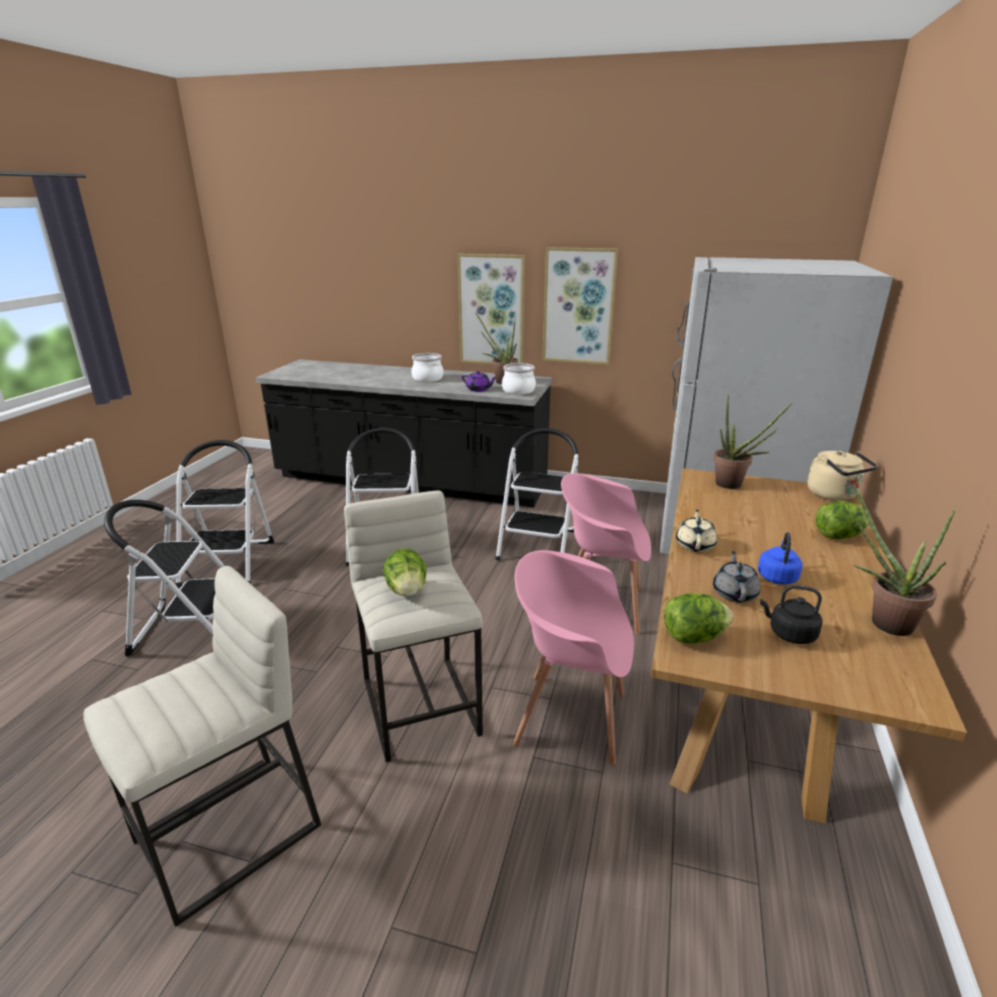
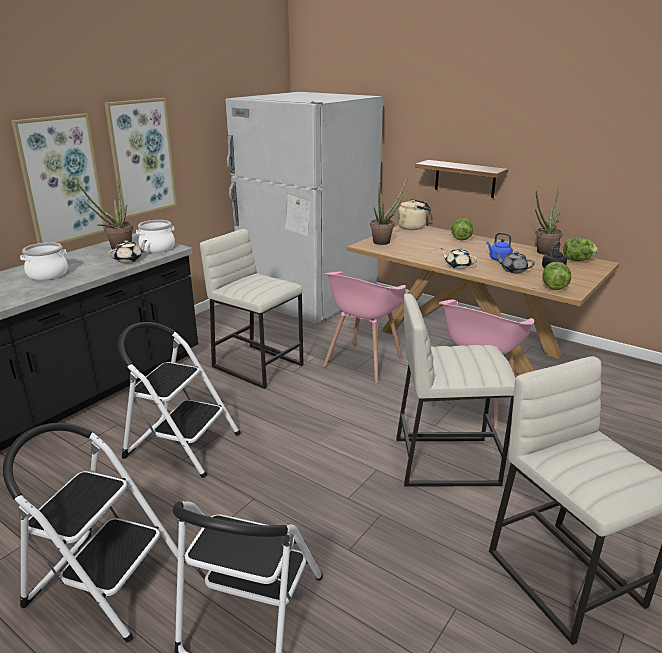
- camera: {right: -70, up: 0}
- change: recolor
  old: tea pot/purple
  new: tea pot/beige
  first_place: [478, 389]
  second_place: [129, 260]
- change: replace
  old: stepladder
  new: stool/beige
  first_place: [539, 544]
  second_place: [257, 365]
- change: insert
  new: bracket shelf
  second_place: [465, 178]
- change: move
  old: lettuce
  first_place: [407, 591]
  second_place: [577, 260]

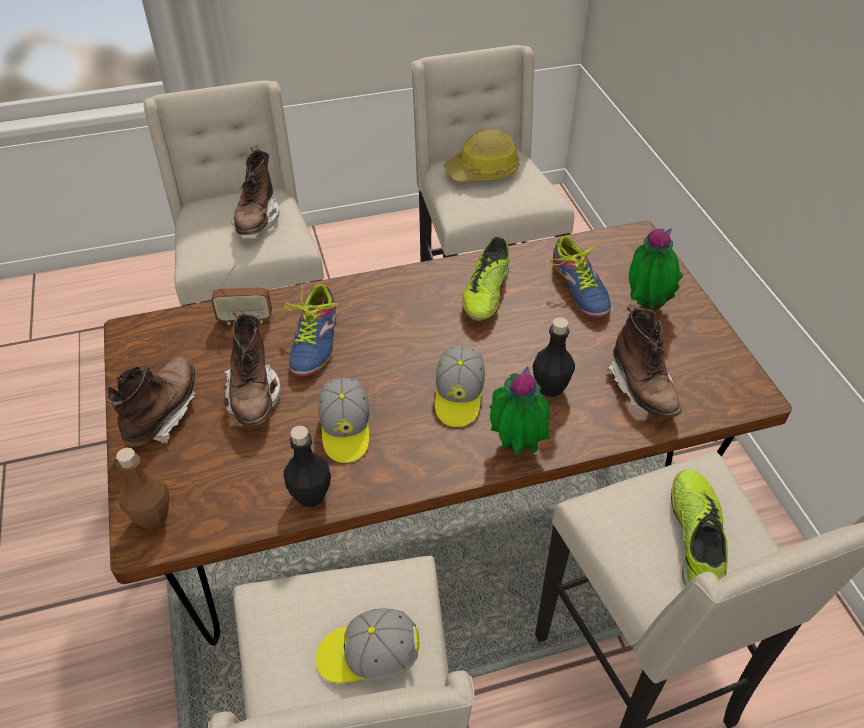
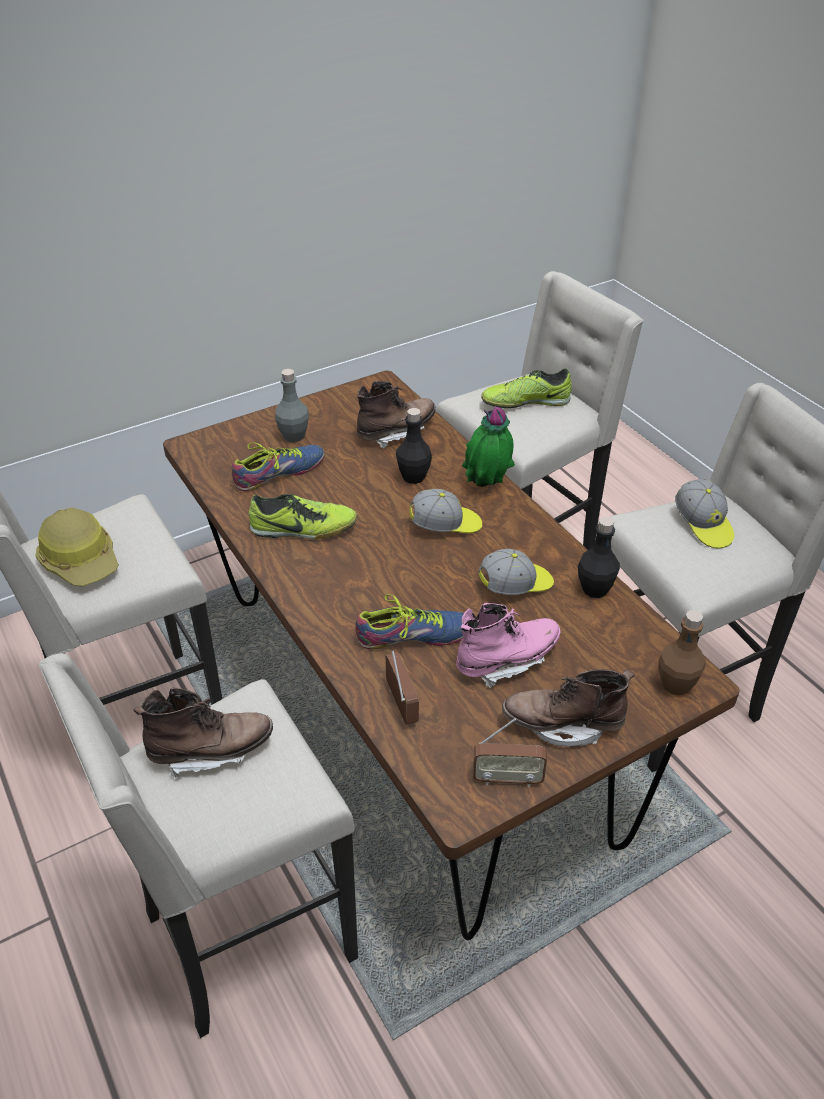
- camera: {right: -105, up: -5}
- change: replace
  old: potted plant
  new: drink bottle/grey
  first_place: [645, 306]
  second_place: [293, 436]
- change: recolor
  old: high-top boot/brown
  new: high-top boot/pinkish
  first_place: [253, 396]
  second_place: [507, 660]
- change: insert
  new: radio receiver
  second_place: [507, 779]

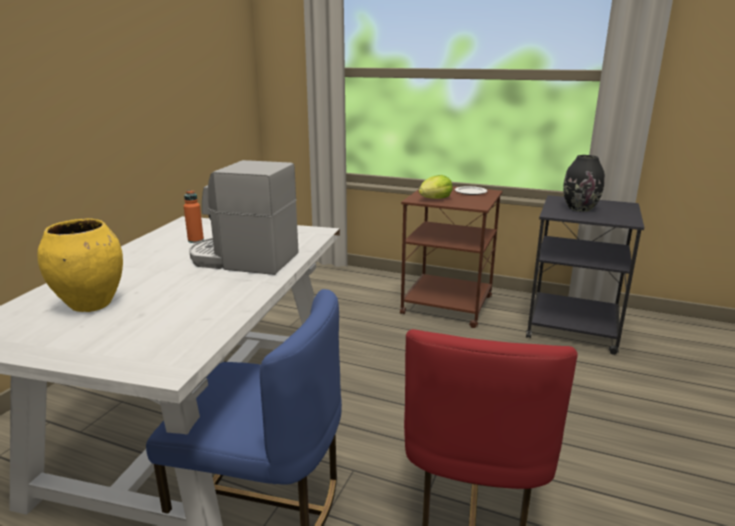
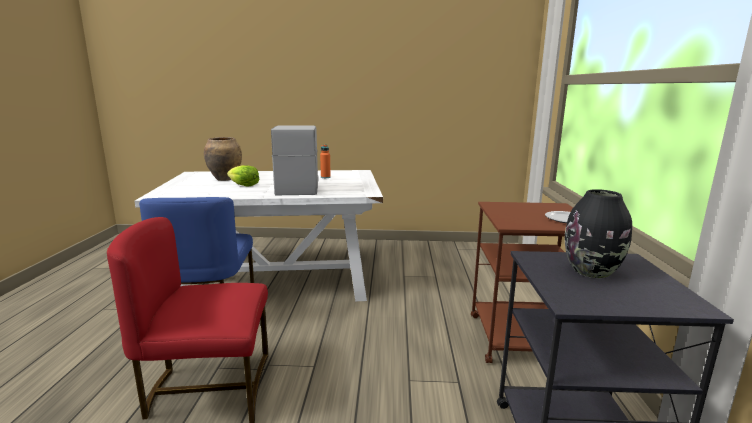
- camera: {right: 70, up: -5}
- change: recolor
  old: vase/yellow-coloured
  new: vase/brown
  first_place: [92, 304]
  second_place: [225, 179]
- change: move
  old: lettuce
  first_place: [435, 199]
  second_place: [244, 185]

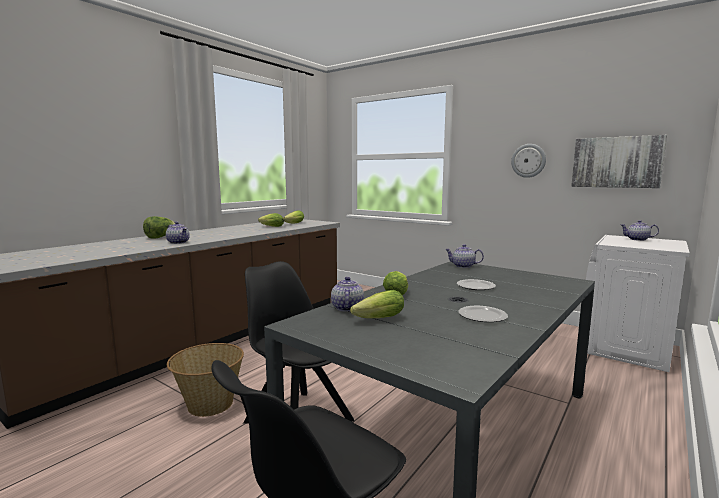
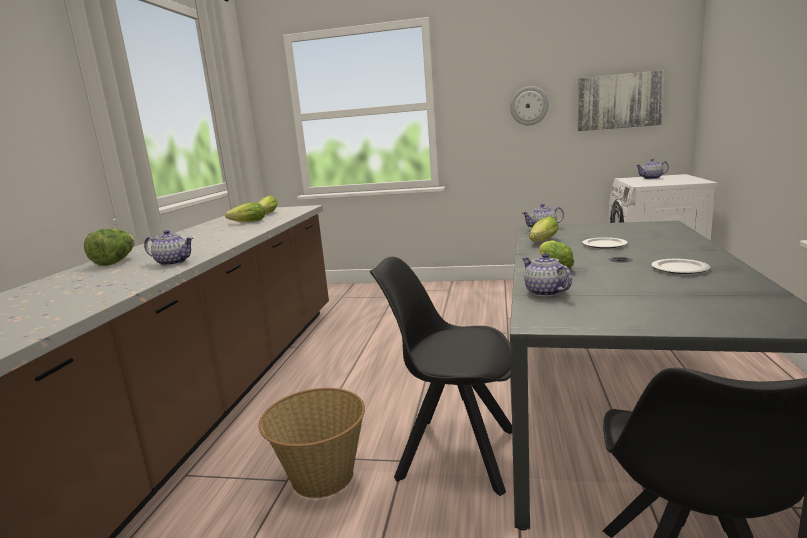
- camera: {right: -25, up: 5}
- change: move
  old: lettuce
  first_place: [376, 319]
  second_place: [541, 242]

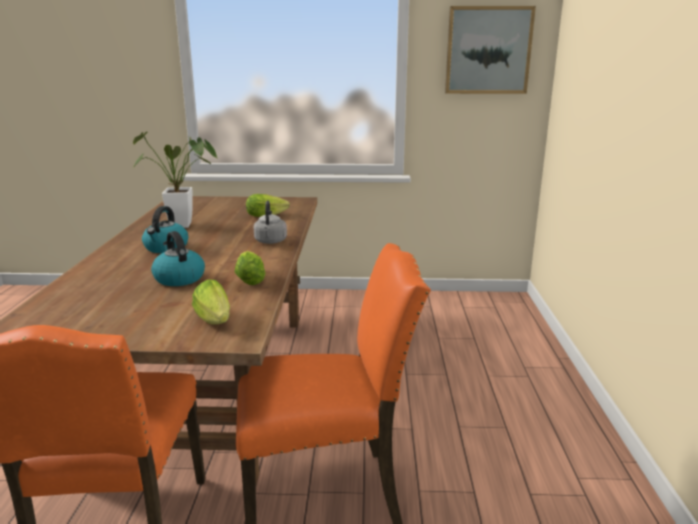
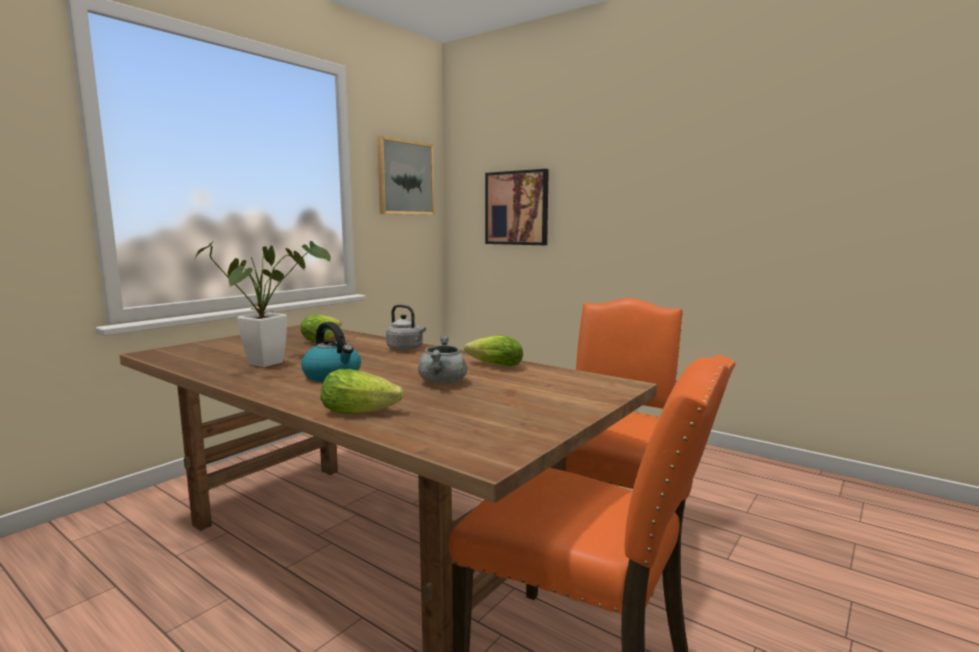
- camera: {right: -55, up: -10}
- change: move
  old: lettuce
  first_place: [215, 320]
  second_place: [363, 411]
- change: replace
  old: tea kettle
  new: cooking pot/grey
  first_place: [178, 278]
  second_place: [443, 382]
- change: insert
  new: wall picture
  second_place: [517, 208]

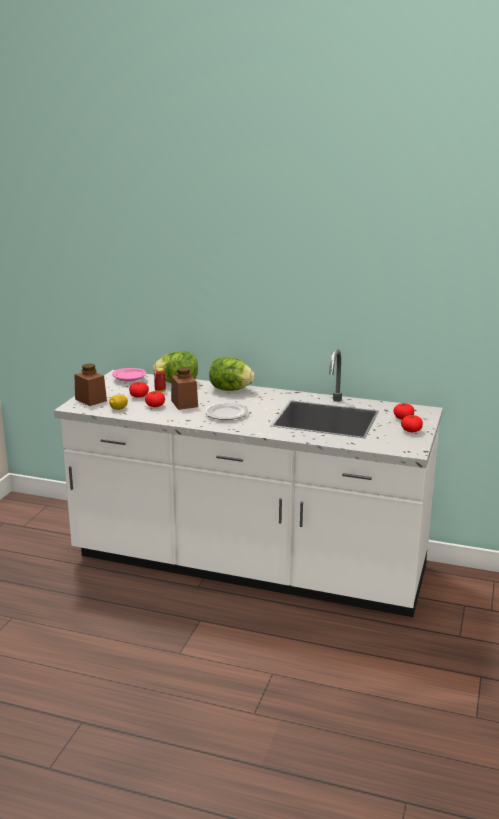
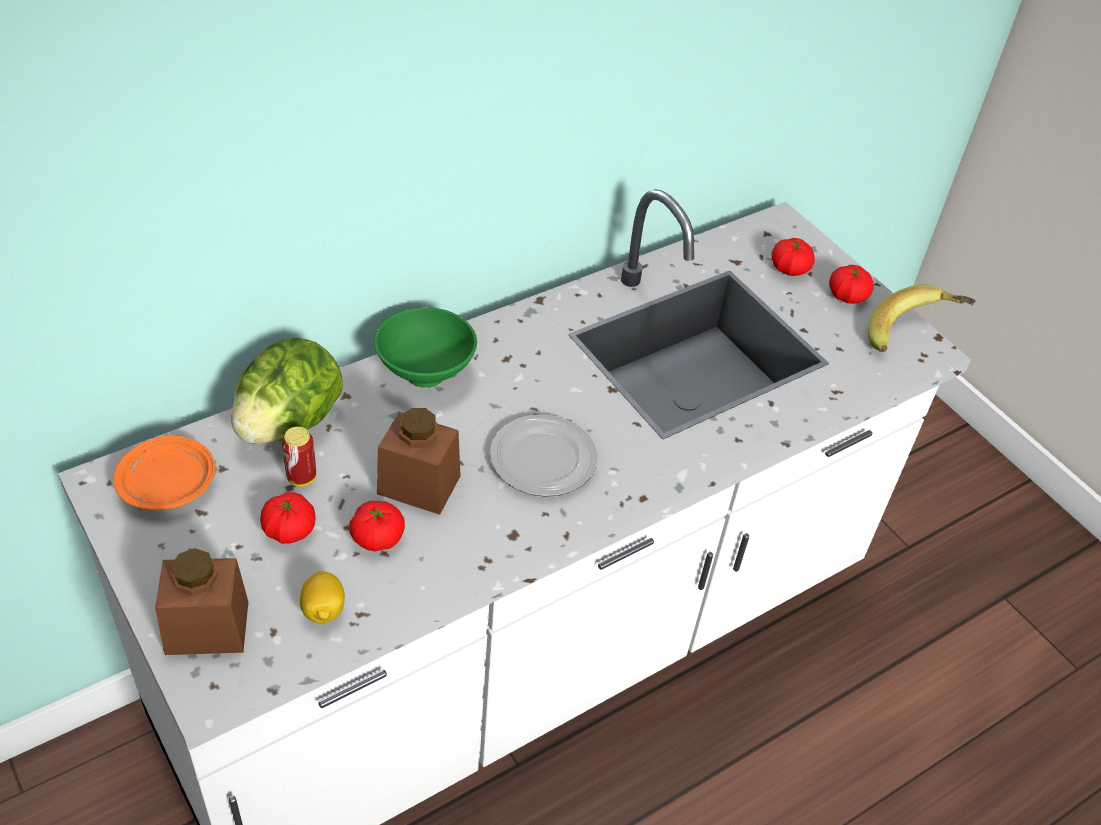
- camera: {right: -55, up: 25}
- change: recolor
  old: plate/pinkish
  new: plate/orangey
  first_place: [130, 380]
  second_place: [169, 484]
- change: replace
  old: lettuce
  new: serving bowl/greenish
  first_place: [230, 389]
  second_place: [423, 373]
- change: insert
  new: banana fruit
  second_place: [912, 336]

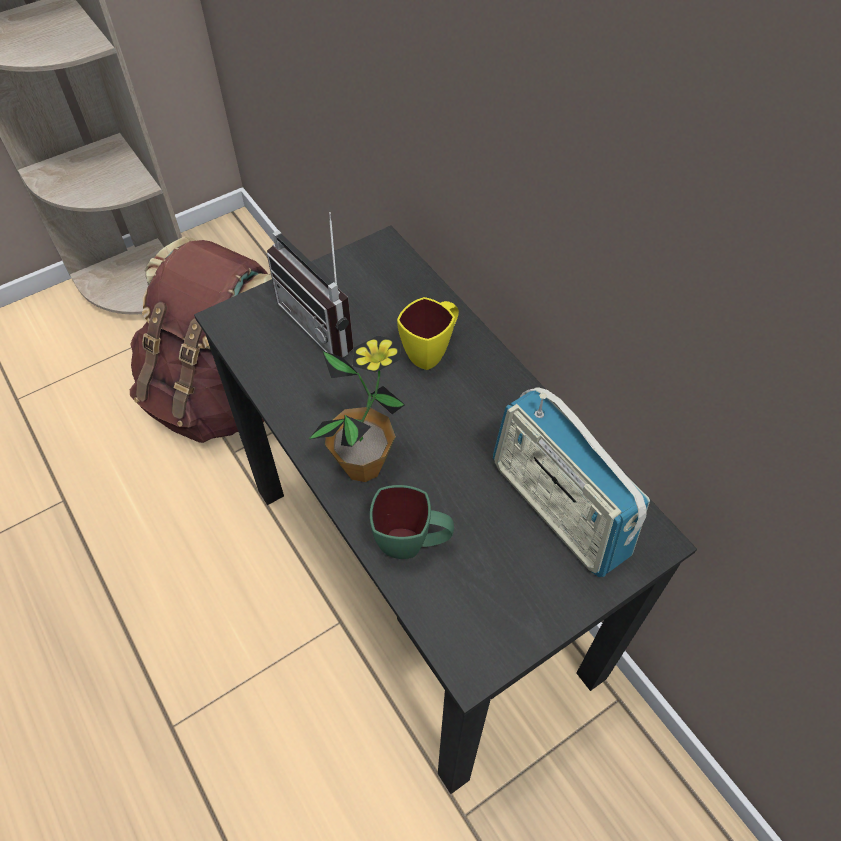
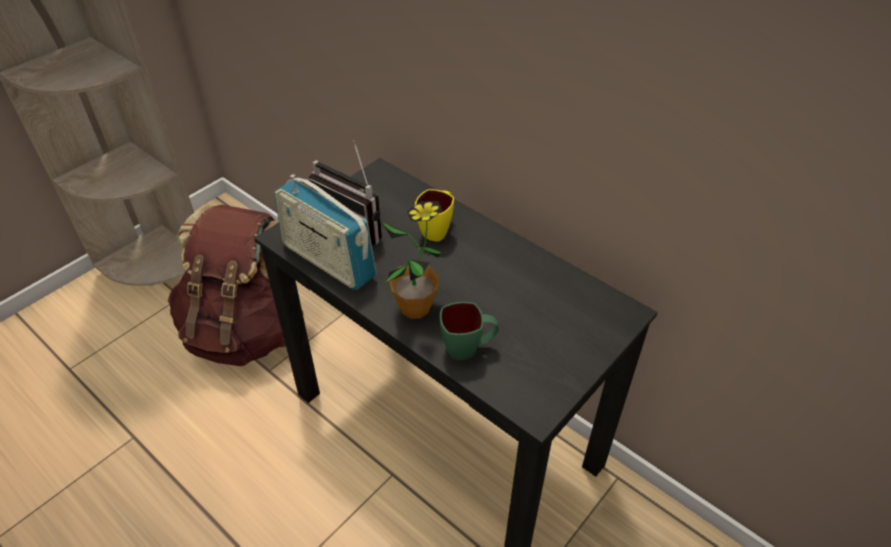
- camera: {right: -15, up: -10}
- change: move
  old: radio receiver
  first_place: [557, 509]
  second_place: [328, 261]

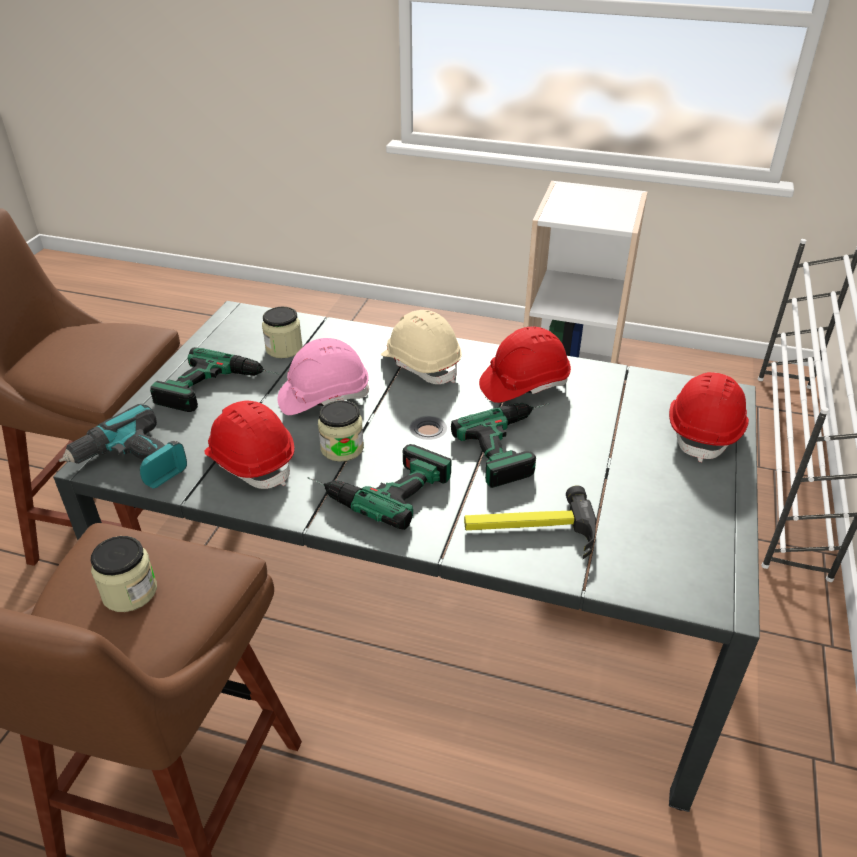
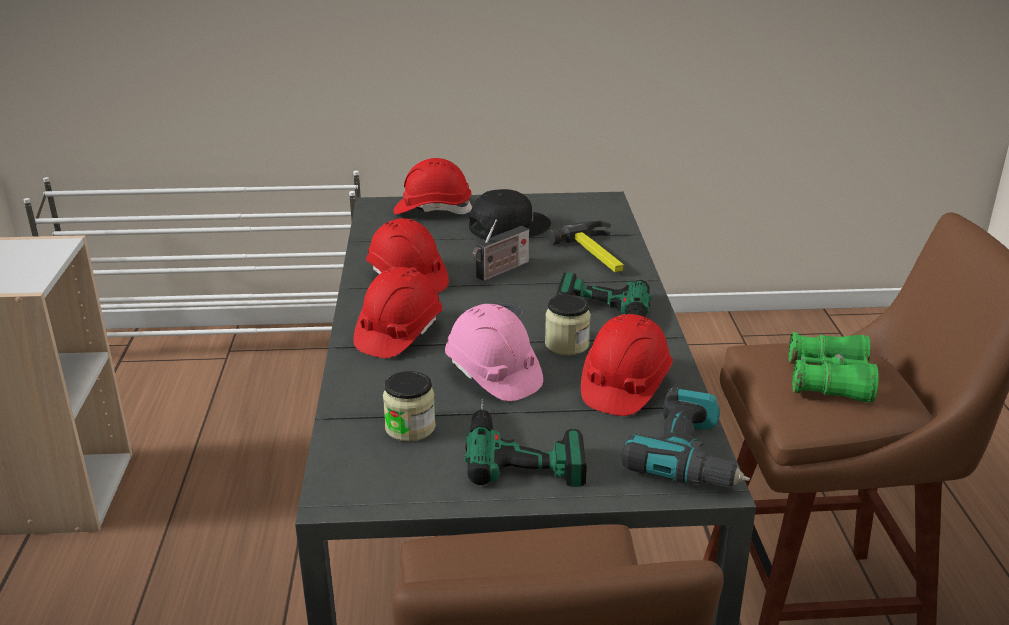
- camera: {right: -110, up: -10}
- change: recolor
  old: work helmet/beige
  new: work helmet/red-coloured
  first_place: [421, 364]
  second_place: [398, 333]
- change: insert
  new: cap/blackish
  second_place: [508, 226]
- change: replace
  old: electric drill
  new: radio receiver
  first_place: [517, 445]
  second_place: [501, 271]
- change: replace
  old: preserve jar
  new: field glasses/greenish
  first_place: [130, 592]
  second_place: [829, 381]

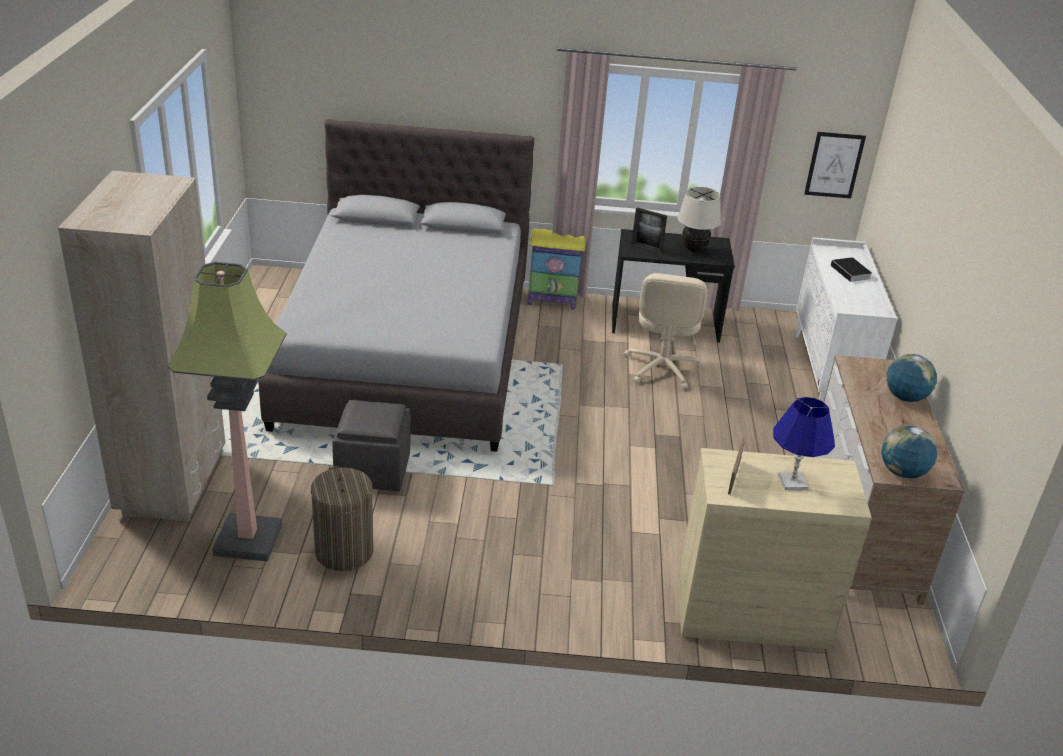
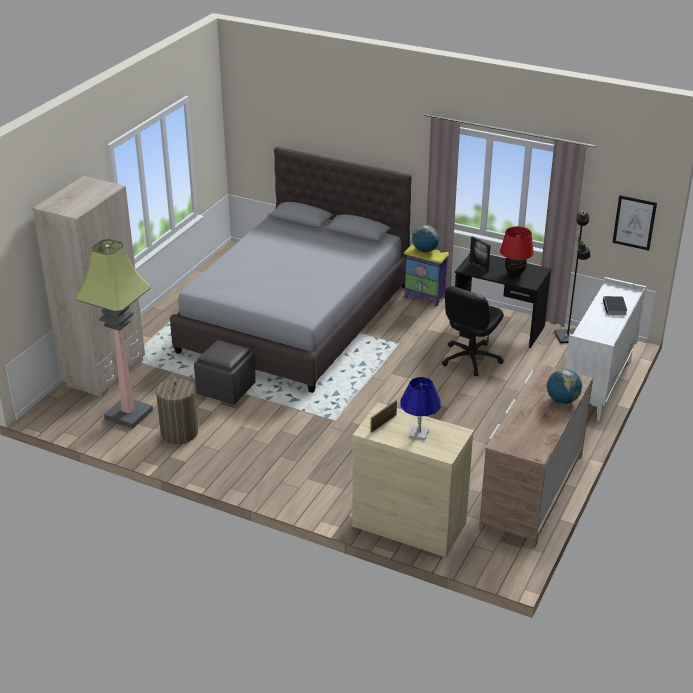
- camera: {right: 25, up: 0}
- change: move
  old: desk globe
  first_place: [902, 472]
  second_place: [424, 250]
- change: recolor
  old: computer chair/beige
  new: computer chair/blackish
  first_place: [662, 368]
  second_place: [470, 359]
- change: recolor
  old: tabletop lamp/beige
  new: tabletop lamp/red-coloured
  first_place: [694, 250]
  second_place: [514, 274]
- change: insert
  new: standard lamp/blackish
  second_place: [567, 336]

